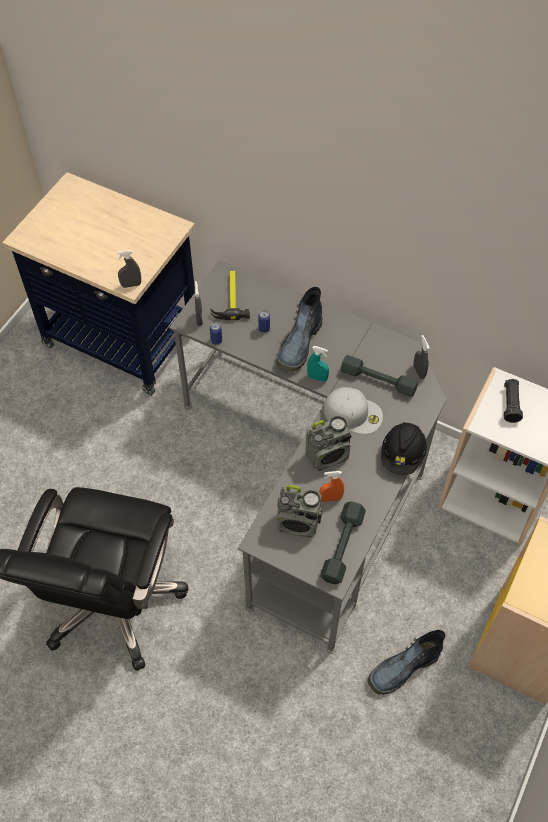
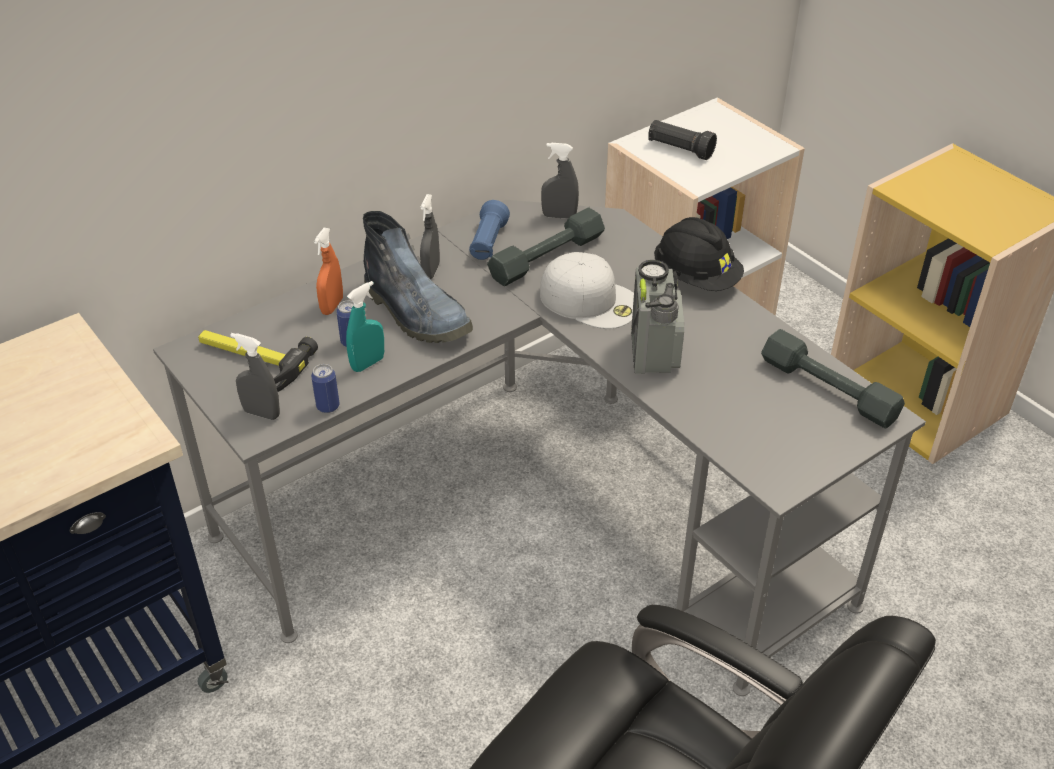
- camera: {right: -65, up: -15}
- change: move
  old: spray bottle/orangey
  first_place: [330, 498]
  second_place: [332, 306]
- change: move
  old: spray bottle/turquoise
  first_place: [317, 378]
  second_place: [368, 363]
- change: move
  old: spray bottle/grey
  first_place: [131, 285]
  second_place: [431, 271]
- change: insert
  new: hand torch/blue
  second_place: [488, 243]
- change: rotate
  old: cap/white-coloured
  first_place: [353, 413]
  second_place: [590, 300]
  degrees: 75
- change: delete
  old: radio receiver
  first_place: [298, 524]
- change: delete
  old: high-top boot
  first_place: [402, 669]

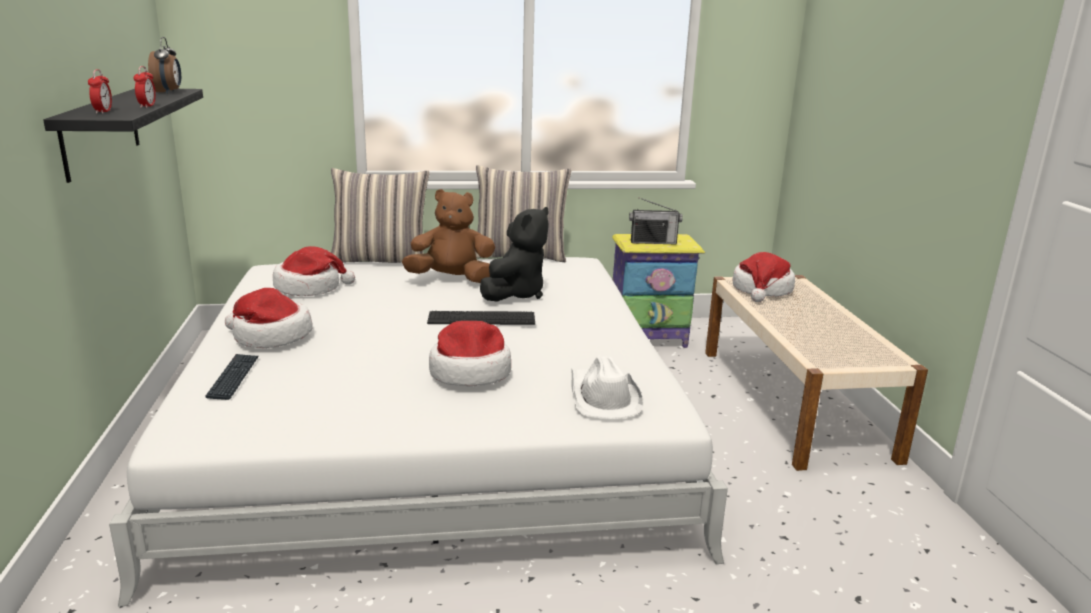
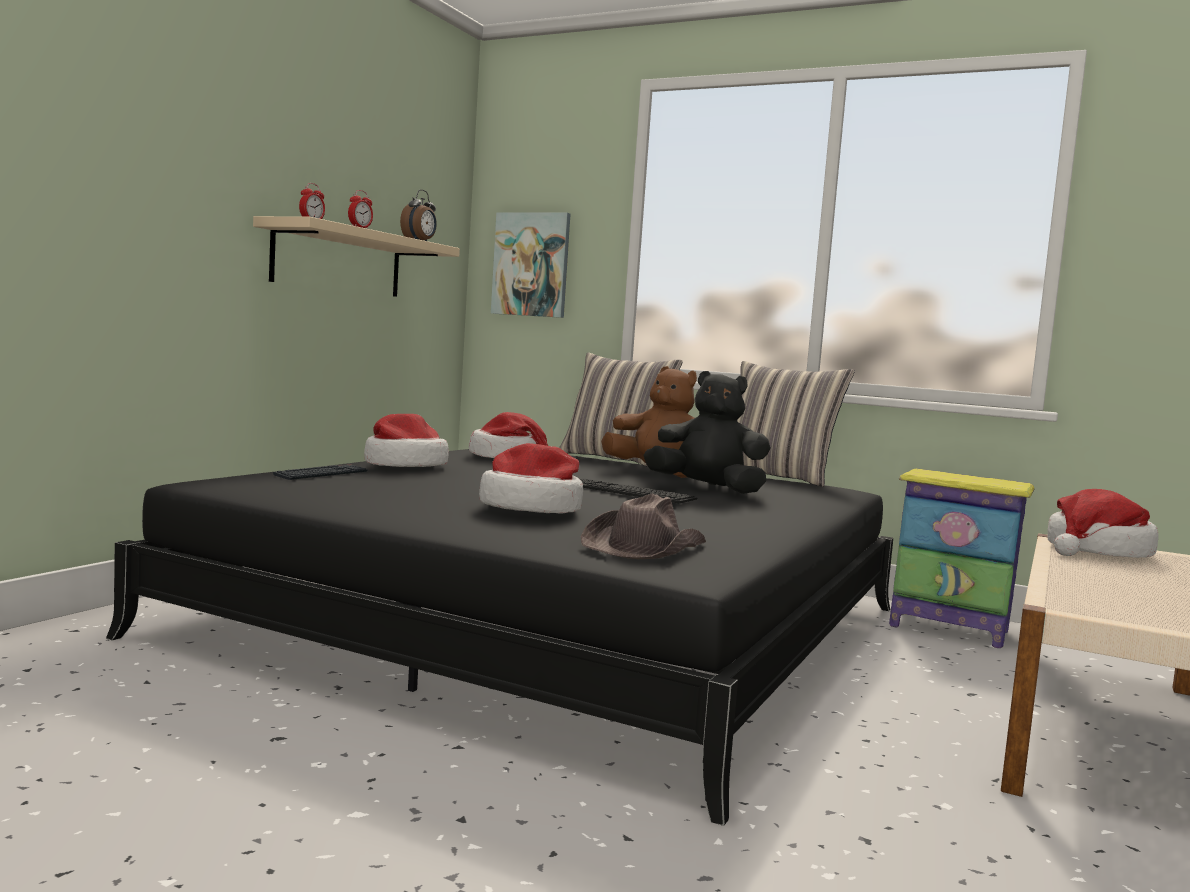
- camera: {right: 35, up: -15}
- change: recolor
  old: bedroom bed/white-coloured
  new: bedroom bed/blackish
  first_place: [432, 427]
  second_place: [554, 622]
- change: recolor
  old: bracket shelf/blackish
  new: bracket shelf/beige
  first_place: [101, 131]
  second_place: [338, 261]
- change: insert
  new: wall picture
  second_place: [531, 264]
- change: recolor
  old: clothing hat/white-coloured
  new: clothing hat/brown
  first_place: [603, 397]
  second_place: [643, 547]
- change: rotate
  old: plush toy/blackish
  first_place: [515, 293]
  second_place: [707, 489]
  degrees: -135
- change: delete
  old: radio receiver
  first_place: [653, 242]

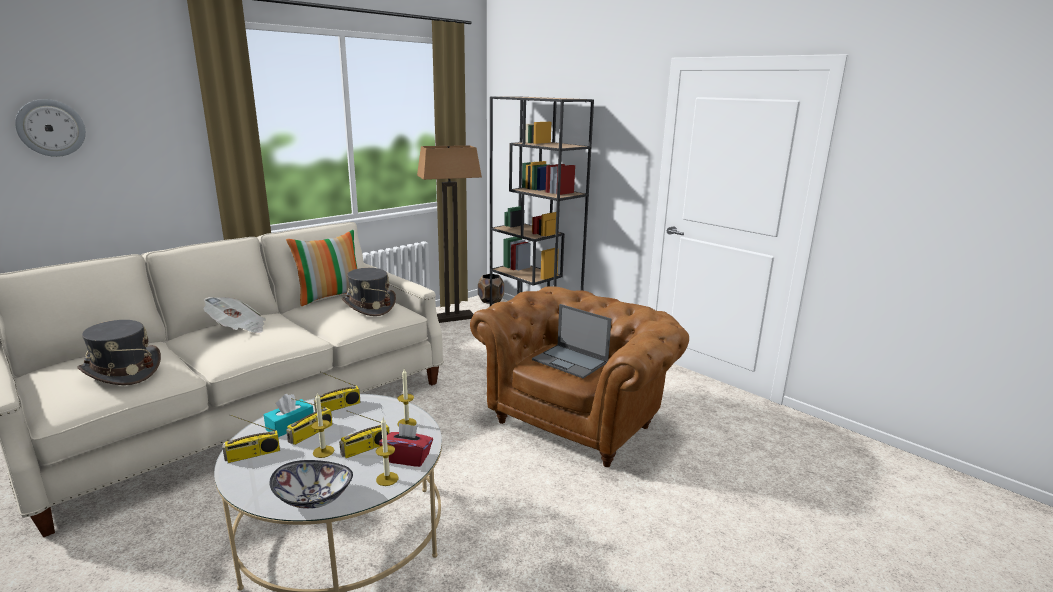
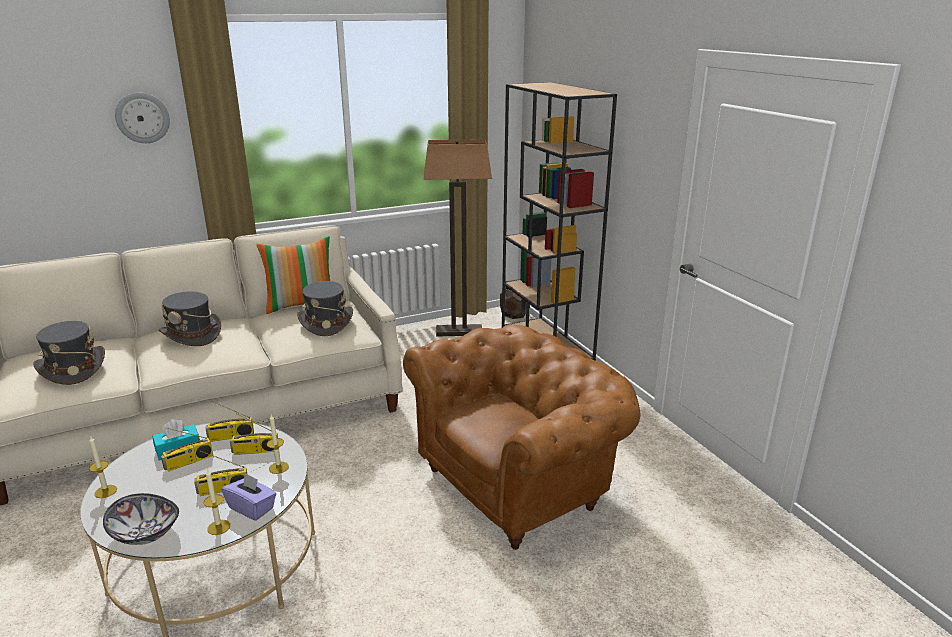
- camera: {right: 20, up: 5}
- change: move
  old: candle
  first_place: [323, 451]
  second_place: [105, 491]
- change: move
  old: clock on the wall
  first_place: [51, 128]
  second_place: [142, 118]
- change: replace
  old: daily paper
  new: clothing hat/grey
  first_place: [238, 328]
  second_place: [192, 334]
- change: recolor
  old: tissue box/red-coloured
  new: tissue box/purple
  first_place: [407, 458]
  second_place: [252, 508]
- change: move
  old: radio receiver
  first_place: [252, 455]
  second_place: [255, 451]
- change: delete
  old: laptop
  first_place: [571, 361]

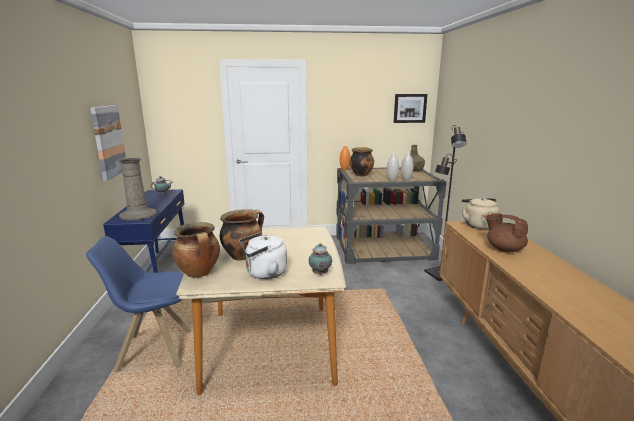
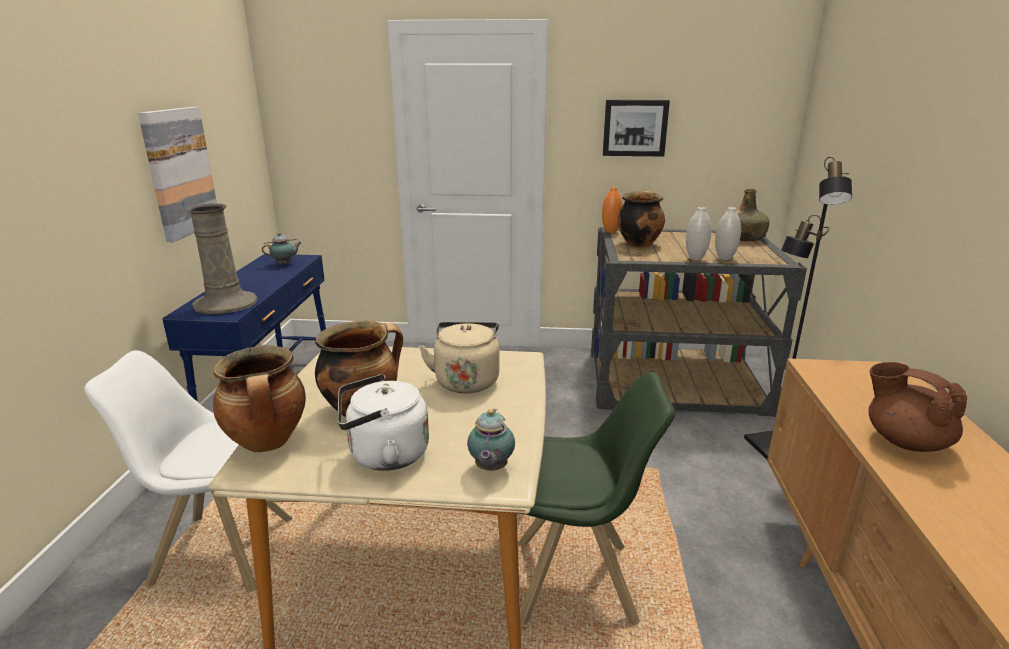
- camera: {right: 10, up: 5}
- change: recolor
  old: plain chair/blue
  new: plain chair/white-coloured
  first_place: [154, 351]
  second_place: [222, 551]
- change: move
  old: tea kettle/beige
  first_place: [478, 225]
  second_place: [466, 380]
- change: insert
  new: plain chair/greenish
  second_place: [575, 581]
- change: move
  old: wall picture
  first_place: [409, 108]
  second_place: [635, 128]

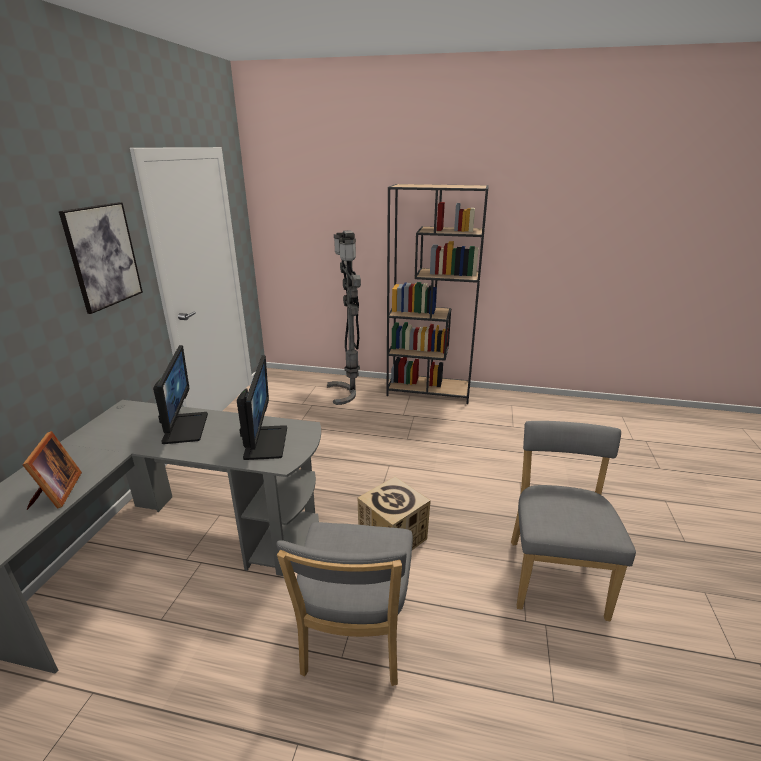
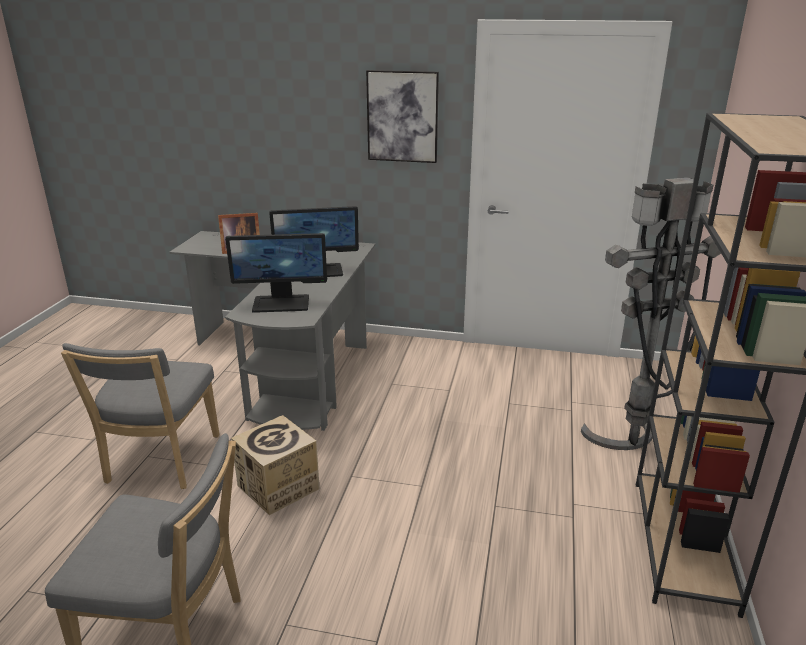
- camera: {right: 90, up: 0}
- change: rotate
  old: plain chair/grey
  first_place: [354, 639]
  second_place: [160, 462]
  degrees: -90

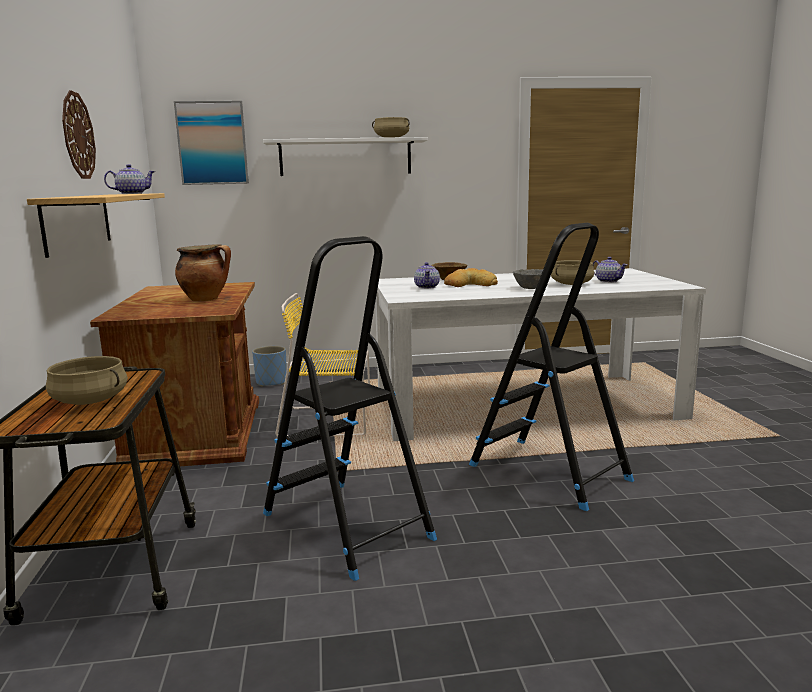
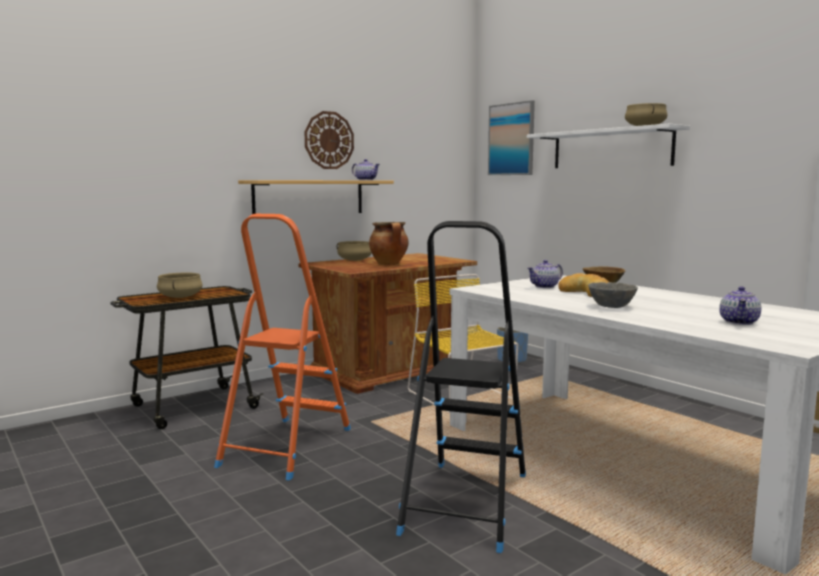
- camera: {right: 60, up: -5}
- change: recolor
  old: stepladder/blackish
  new: stepladder/orangey
  first_place: [345, 525]
  second_place: [288, 445]
- change: move
  old: cooking pot/beige
  first_place: [571, 284]
  second_place: [355, 260]

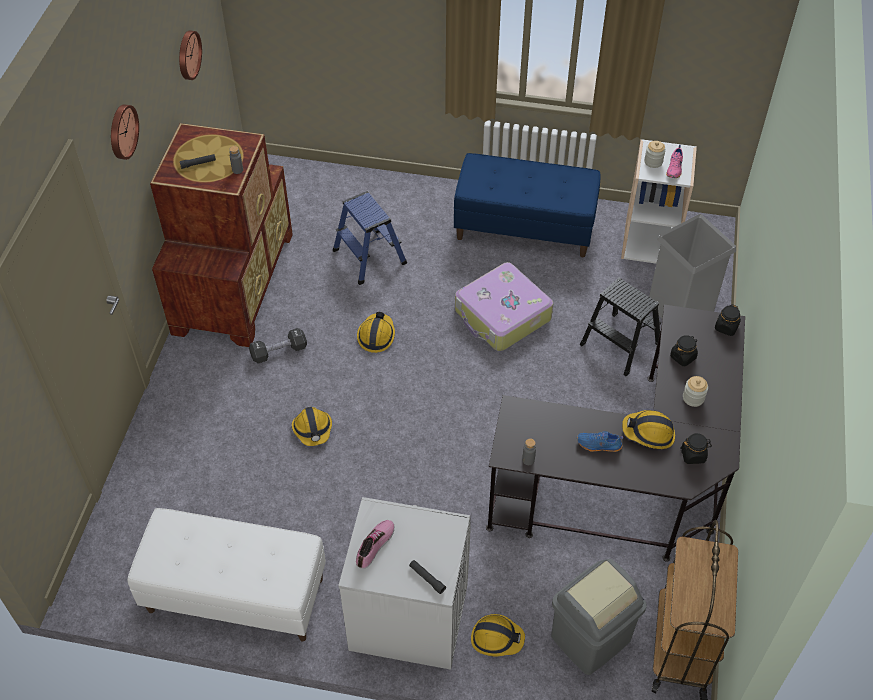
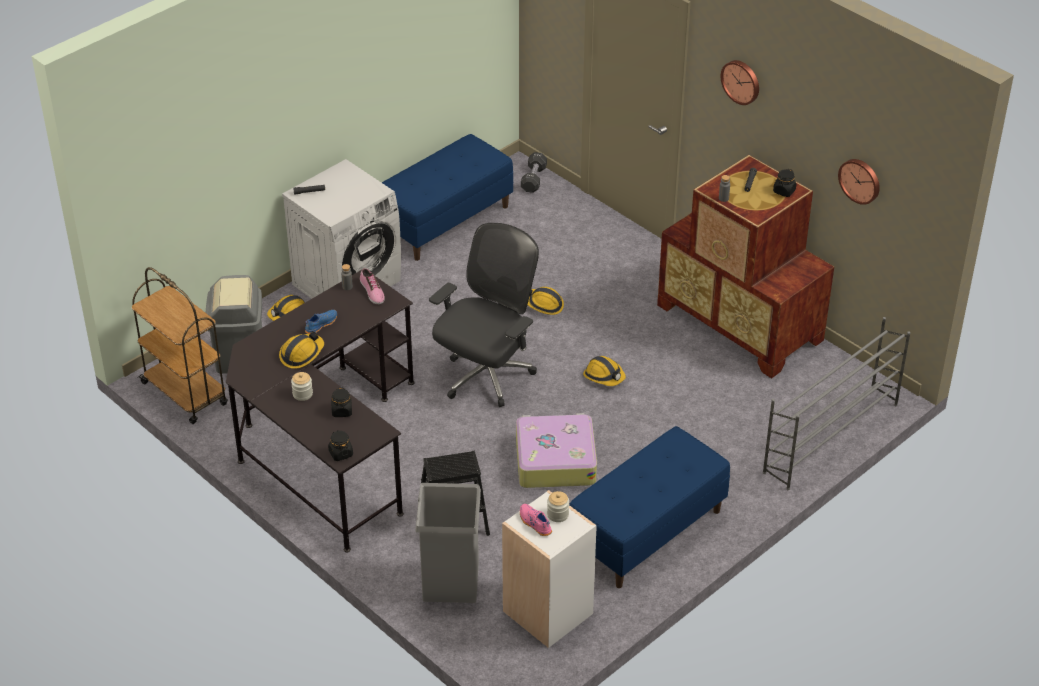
- camera: {right: 125, up: -10}
- change: move
  old: shoe
  first_place: [375, 546]
  second_place: [371, 291]
- change: recolor
  old: indoor bench/white-coloured
  new: indoor bench/blue
  first_place: [235, 595]
  second_place: [445, 220]
- change: insert
  new: computer chair
  second_place: [488, 377]
- change: move
  old: dumbbell/blackish
  first_place: [279, 352]
  second_place: [533, 179]
- change: insert
  new: shoe rack/grey
  second_place: [830, 438]
- change: move
  old: preserve jar/blackish
  first_place: [693, 455]
  second_place: [784, 191]
- change: delete
  old: stepladder/blue
  first_place: [369, 256]

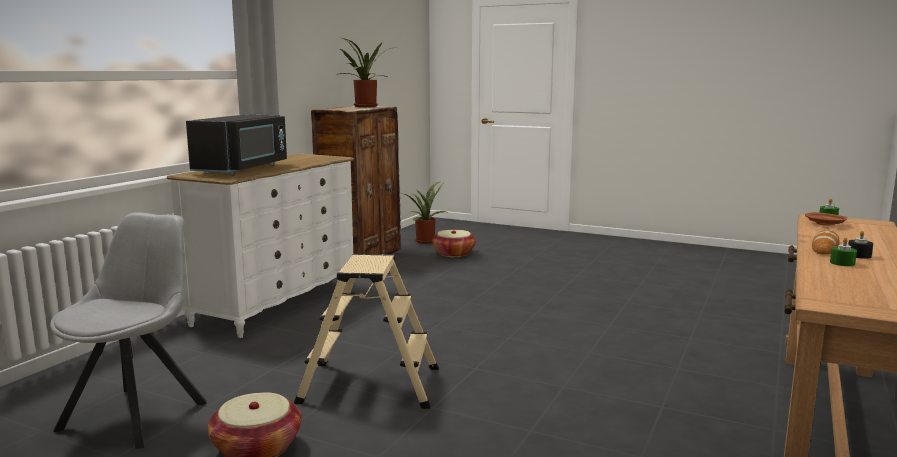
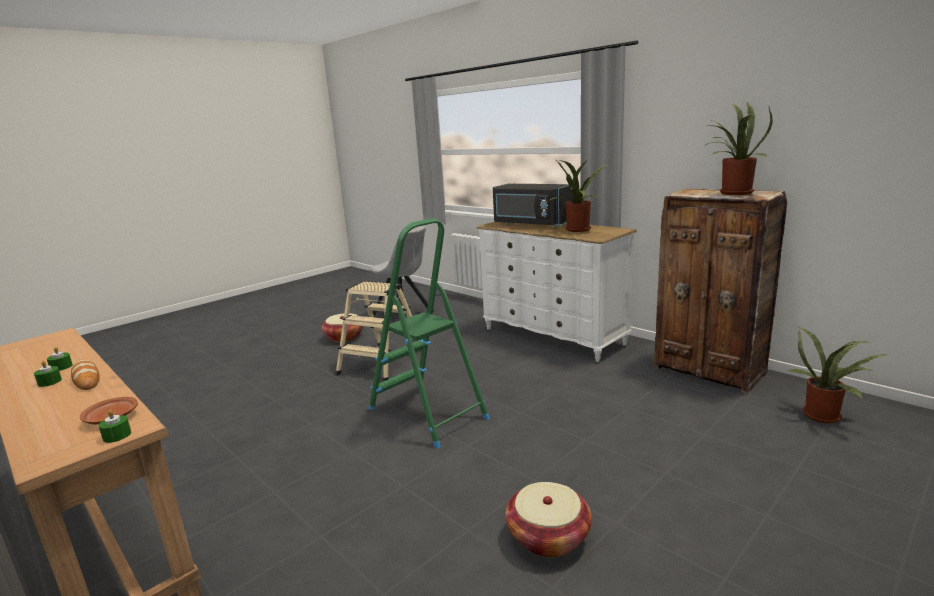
- camera: {right: 110, up: 5}
- change: recolor
  old: candle/blackish
  new: candle/greenish
  first_place: [859, 255]
  second_place: [49, 382]
- change: insert
  new: stepladder/greenish
  second_place: [426, 412]
- change: move
  old: storage basket
  first_place: [454, 254]
  second_place: [548, 536]
- change: insert
  new: potted plant
  second_place: [579, 230]

